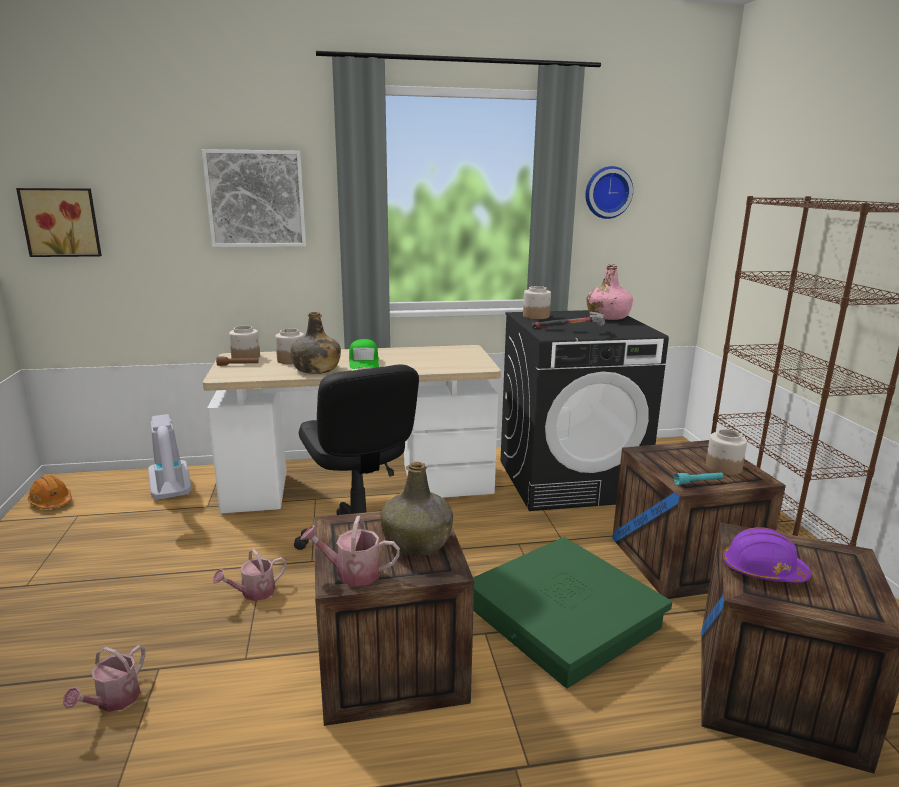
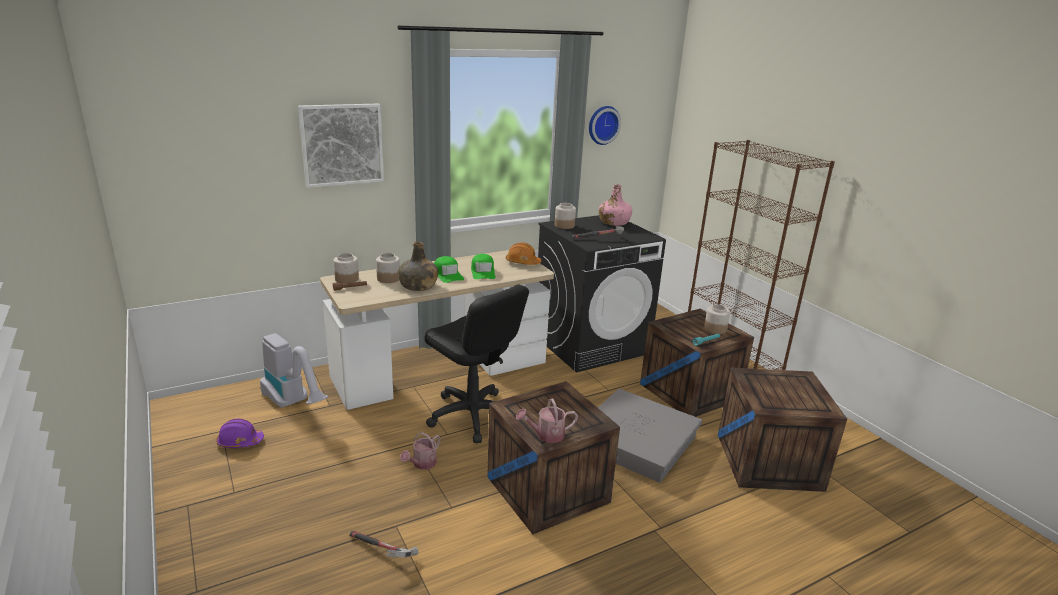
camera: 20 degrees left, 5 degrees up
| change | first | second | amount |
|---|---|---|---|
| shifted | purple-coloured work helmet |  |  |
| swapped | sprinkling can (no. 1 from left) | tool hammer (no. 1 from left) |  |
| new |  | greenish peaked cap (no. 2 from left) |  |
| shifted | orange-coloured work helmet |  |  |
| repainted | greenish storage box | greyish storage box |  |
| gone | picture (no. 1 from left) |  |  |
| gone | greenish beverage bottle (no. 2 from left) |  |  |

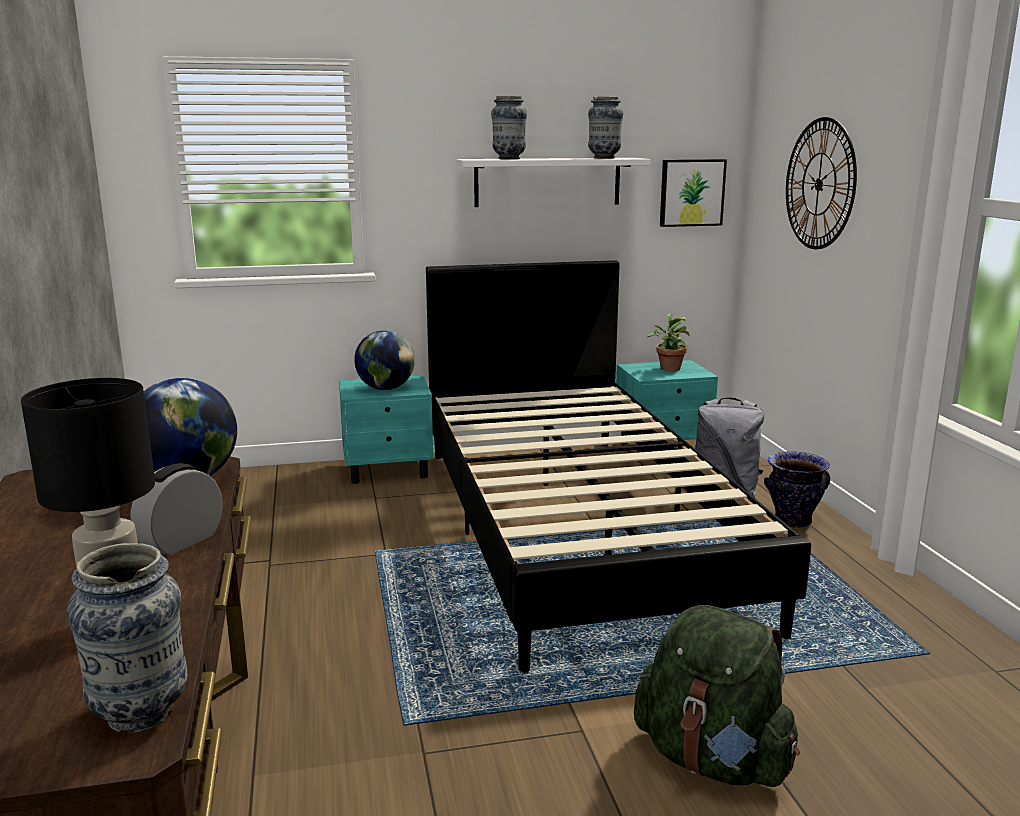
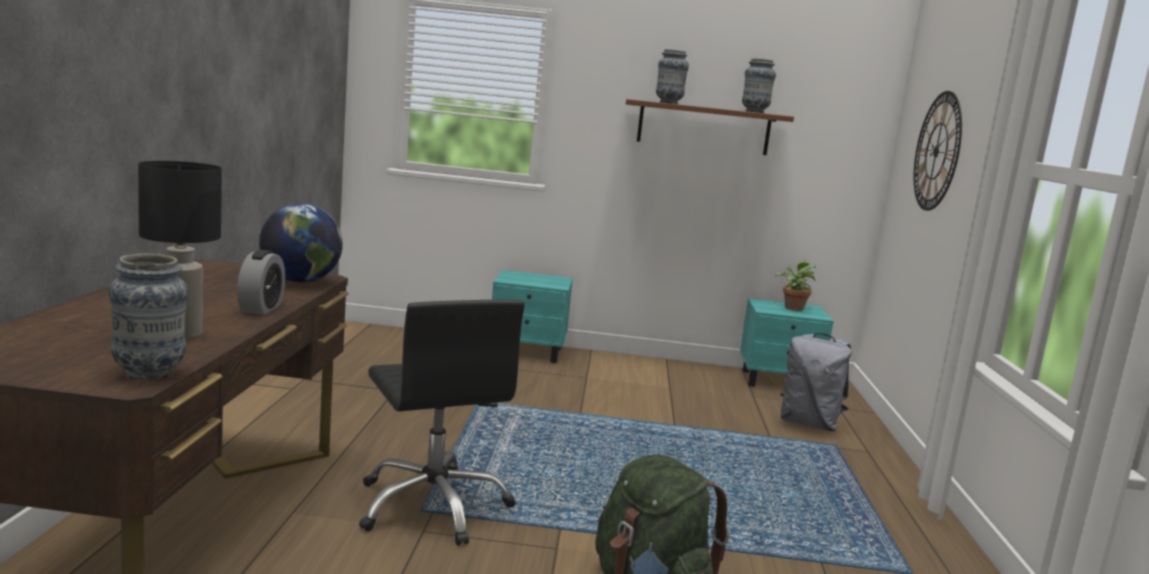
camera: 15 degrees right, 5 degrees down
| change | first | second | amount |
|---|---|---|---|
| rotated | table clock |  | 135 degrees clockwise |
| new |  | black computer chair |  |
| repainted | whitish bracket shelf | brownish bracket shelf |  |
| gone | desk globe (no. 2 from left) |  |  |
| gone | black bedroom bed |  |  |
| gone | picture |  |  |
| gone | vase (no. 4 from left) |  |  |

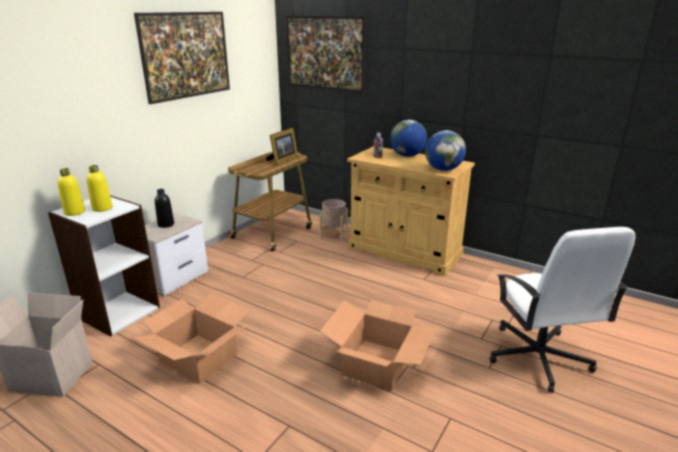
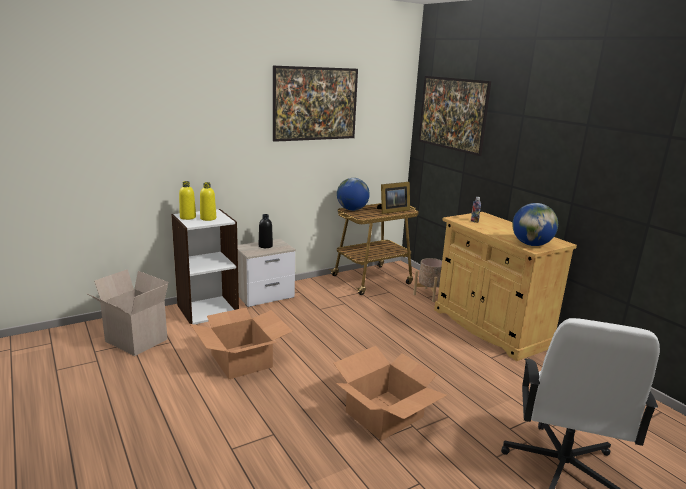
camera: 25 degrees right, 5 degrees down
| change | first | second | amount |
|---|---|---|---|
| shifted | desk globe (no. 1 from left) |  |  |

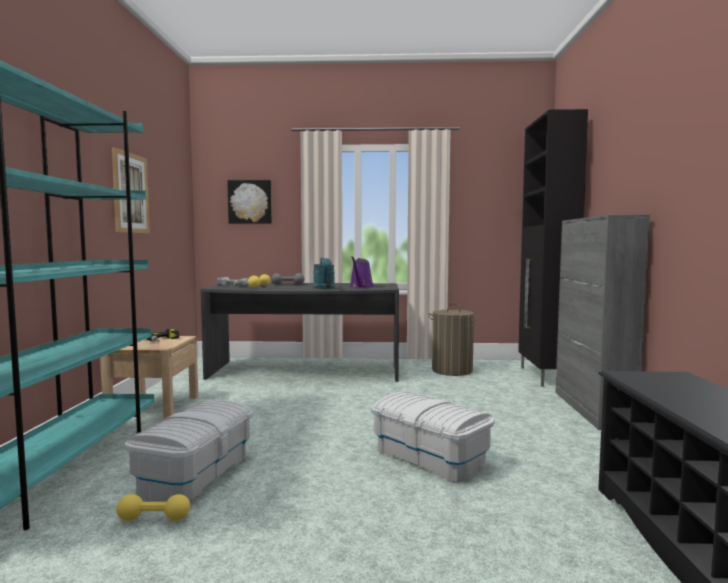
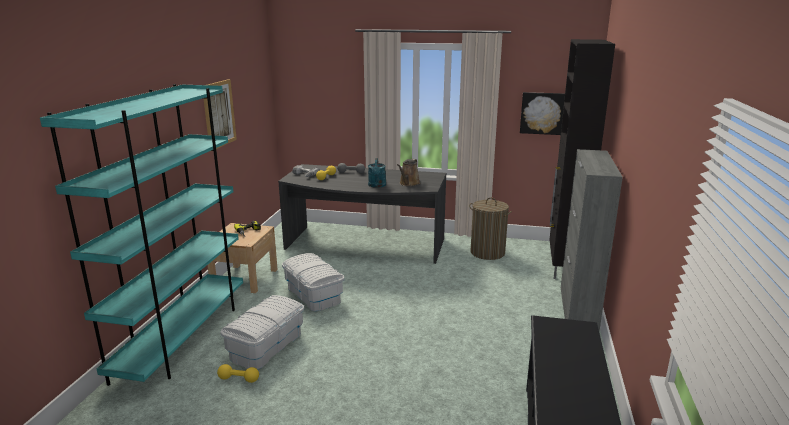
camera: 10 degrees right, 15 degrees up
| change | first | second | amount |
|---|---|---|---|
| shifted | whitish storage box (no. 2 from left) |  |  |
| repainted | purple-coloured sprinkling can | brownish sprinkling can |  |
| shifted | picture (no. 2 from left) |  |  |

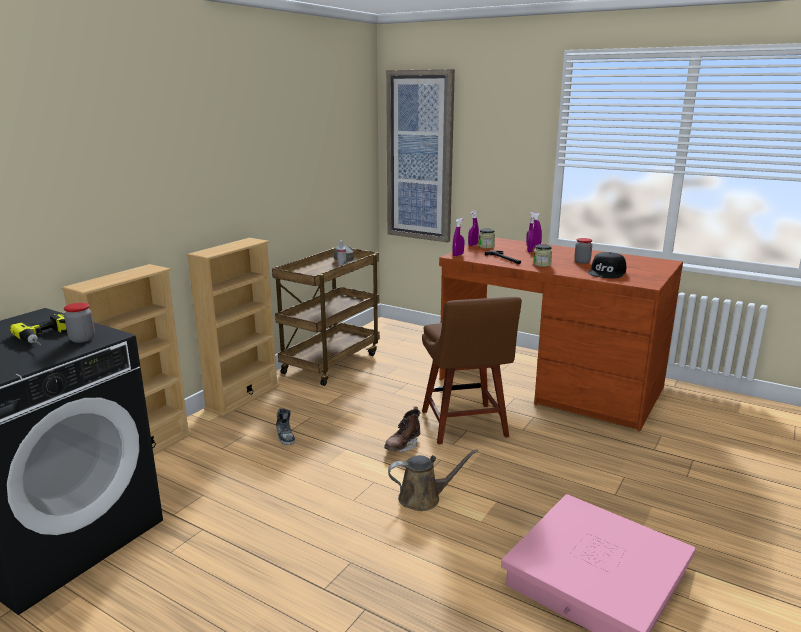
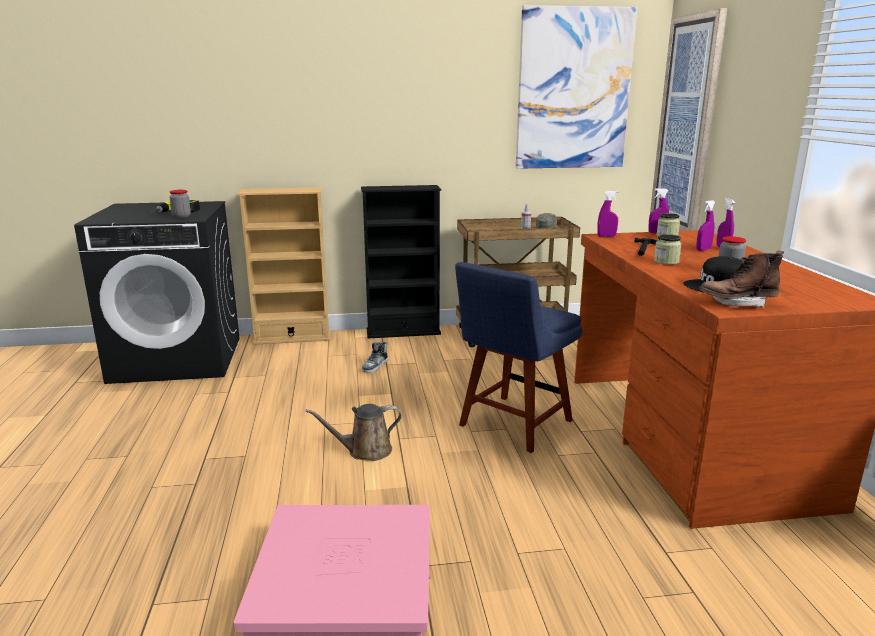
camera: 50 degrees right, 0 degrees up
| change | first | second | amount |
|---|---|---|---|
| rotated | brownish sprinkling can |  | 120 degrees clockwise |
| repainted | beige-coloured shelving unit (no. 2 from left) | black shelving unit |  |
| repainted | brownish plain chair | blue-coloured plain chair |  |
| new |  | picture (no. 1 from left) |  |
| shifted | brownish high-top boot |  |  |

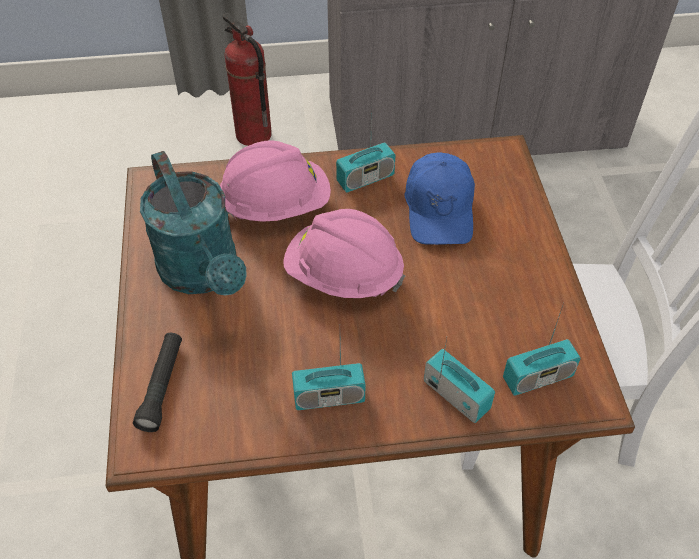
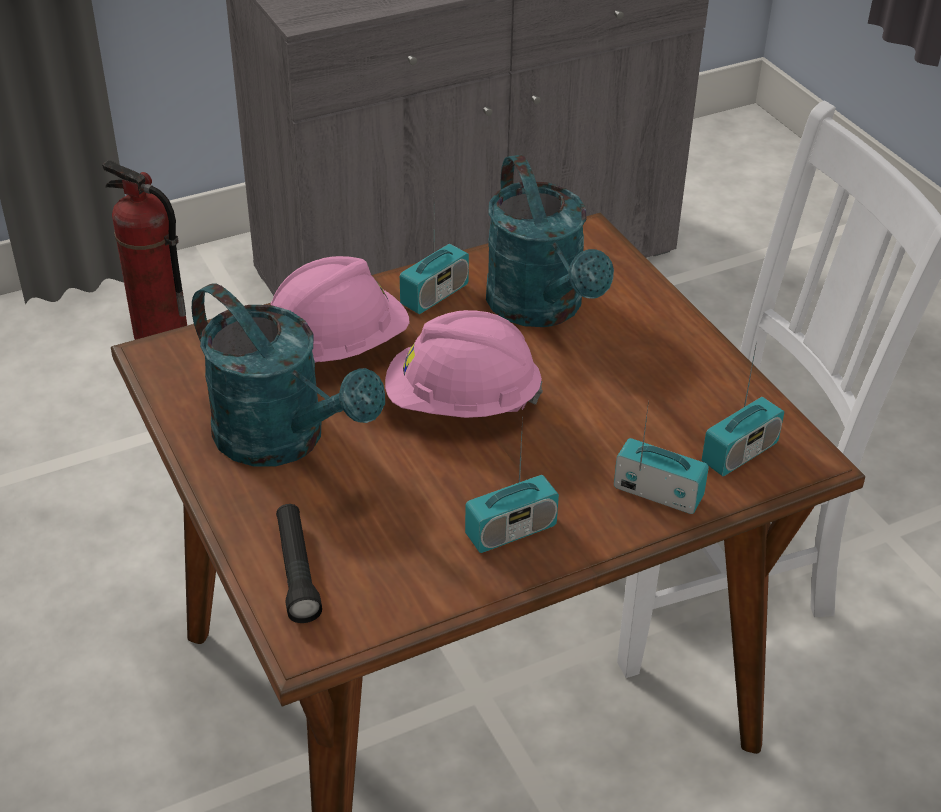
camera: 20 degrees left, 10 degrees down
| change | first | second | amount |
|---|---|---|---|
| swapped | blue-coloured peaked cap | blue-green sprinkling can (no. 2 from left) |  |

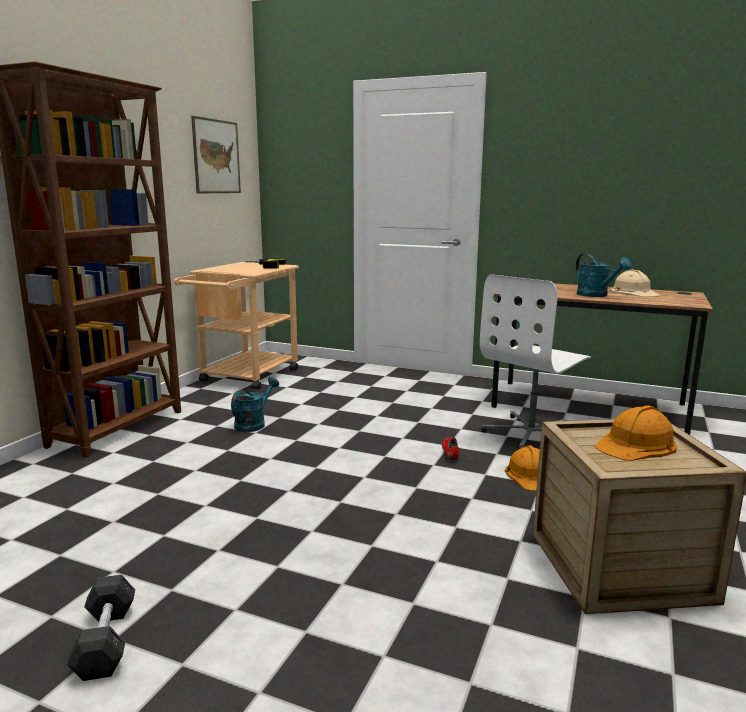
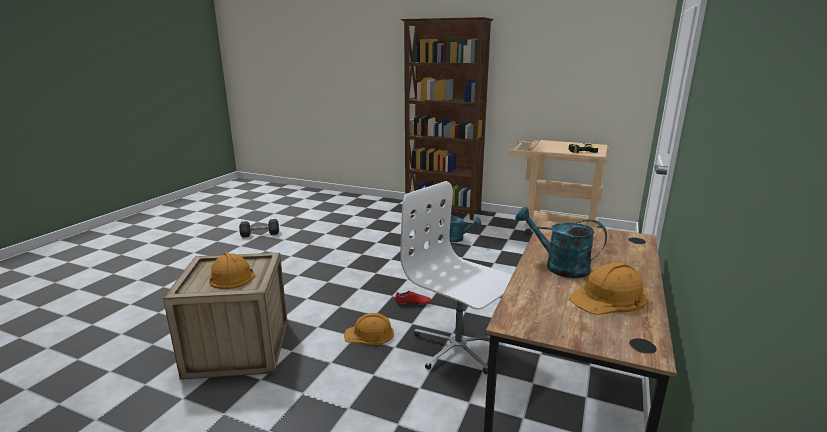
camera: 90 degrees right, 5 degrees up
| change | first | second | amount |
|---|---|---|---|
| rotated | blue-green sprinkling can (no. 2 from left) |  | 60 degrees clockwise |
| repainted | beige-coloured work helmet | orange-coloured work helmet (no. 3 from left) |  |
| gone | picture |  |  |

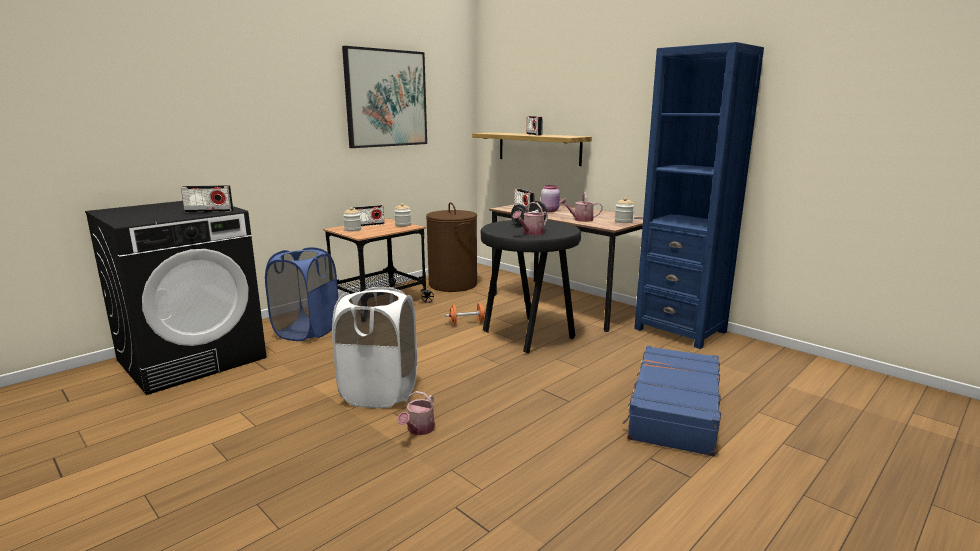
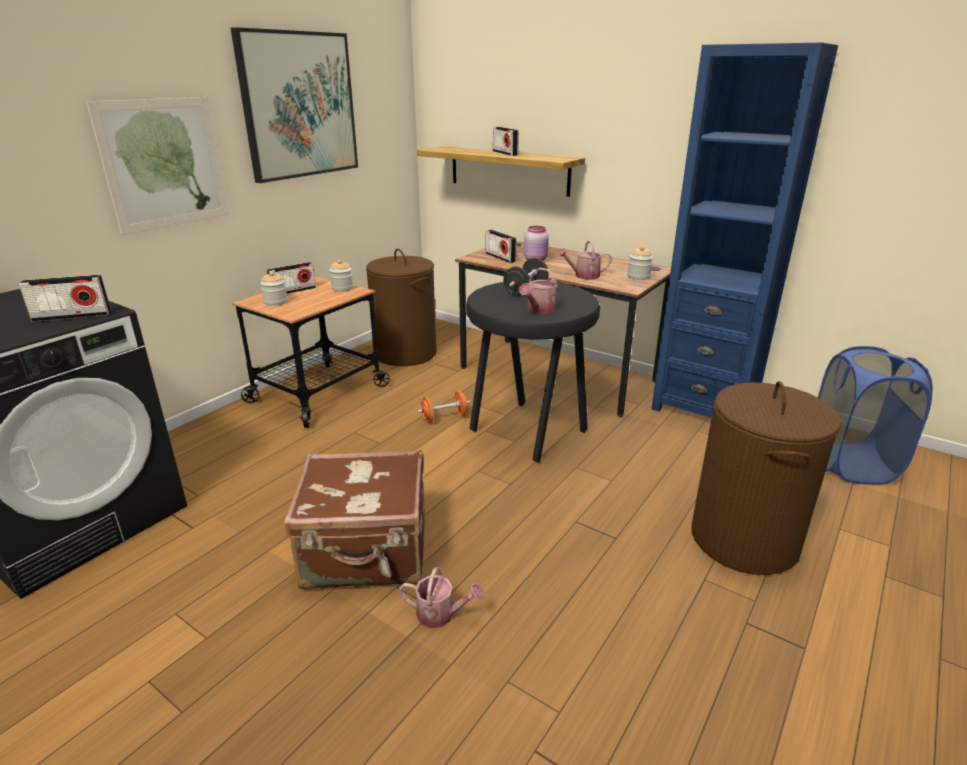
camera: 10 degrees left, 10 degrees up
| change | first | second | amount |
|---|---|---|---|
| new |  | picture (no. 1 from left) |  |
| swapped | whitish hamper | brownish suitcase |  |
| rotated | sprinkling can (no. 1 from left) |  | 90 degrees counterclockwise |
| swapped | blue-coloured suitcase | brownish hamper (no. 2 from left) |  |
| shifted | blue-coloured hamper |  |  |

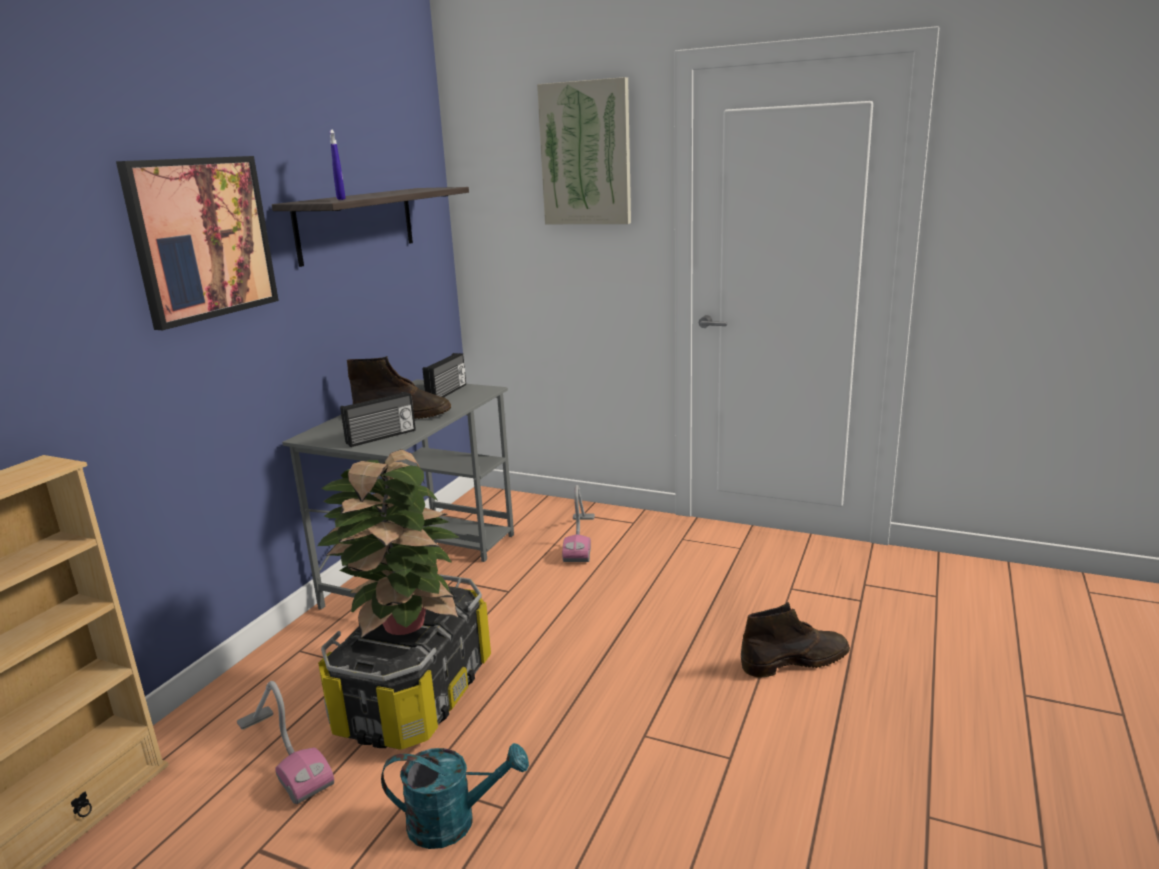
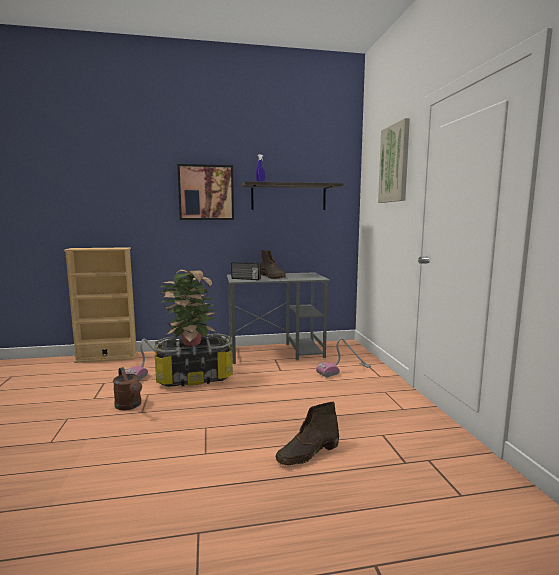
camera: 55 degrees right, 10 degrees down
| change | first | second | amount |
|---|---|---|---|
| repainted | blue-green sprinkling can | brownish sprinkling can |  |
| rotated | brownish high-top boot (no. 2 from left) |  | 105 degrees clockwise |
| gone | radio (no. 2 from left) |  |  |

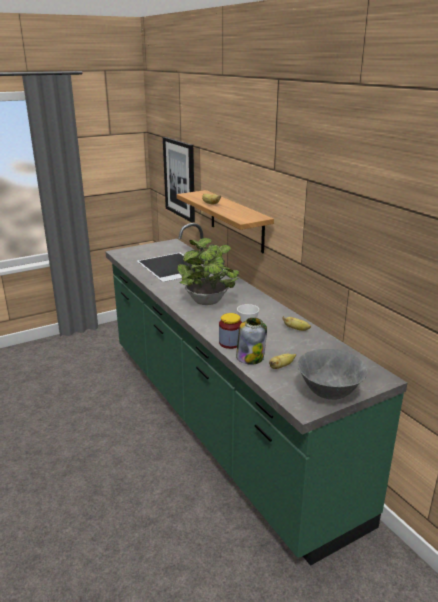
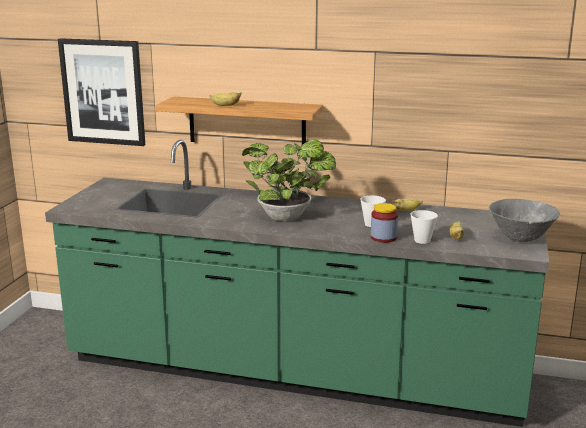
camera: 45 degrees left, 5 degrees down
| change | first | second | amount |
|---|---|---|---|
| swapped | storage jar (no. 2 from left) | cup (no. 2 from left) |  |

